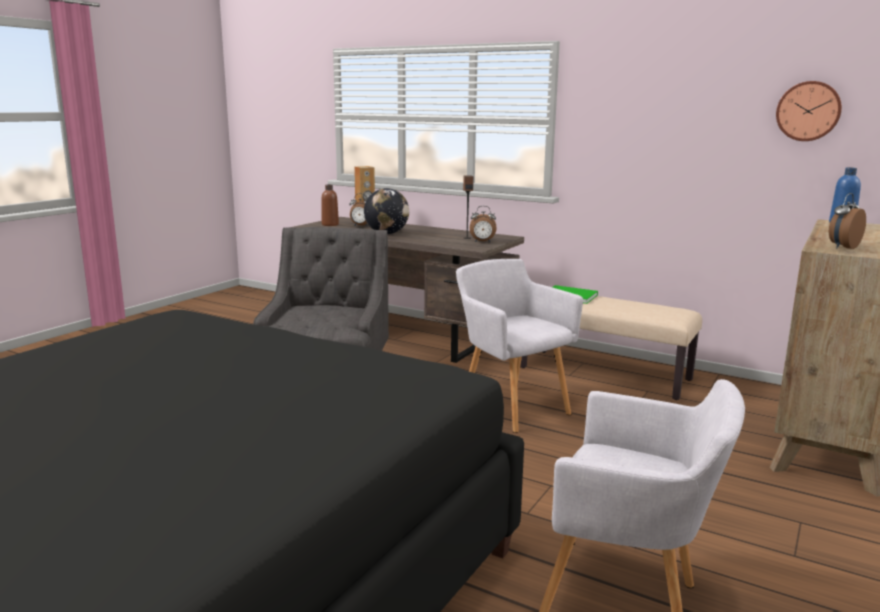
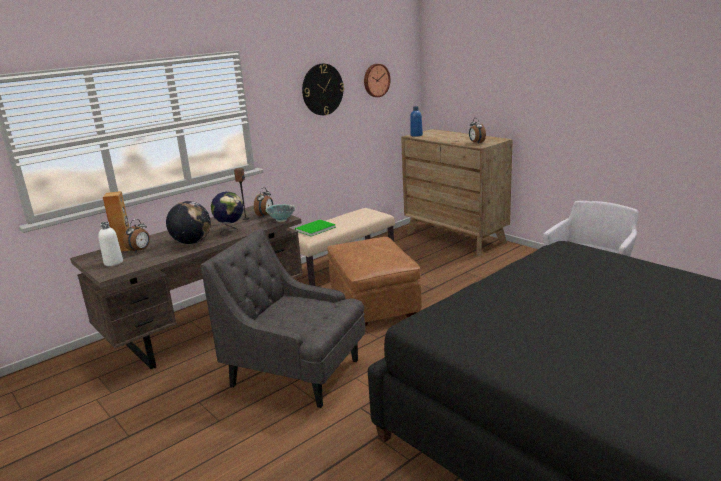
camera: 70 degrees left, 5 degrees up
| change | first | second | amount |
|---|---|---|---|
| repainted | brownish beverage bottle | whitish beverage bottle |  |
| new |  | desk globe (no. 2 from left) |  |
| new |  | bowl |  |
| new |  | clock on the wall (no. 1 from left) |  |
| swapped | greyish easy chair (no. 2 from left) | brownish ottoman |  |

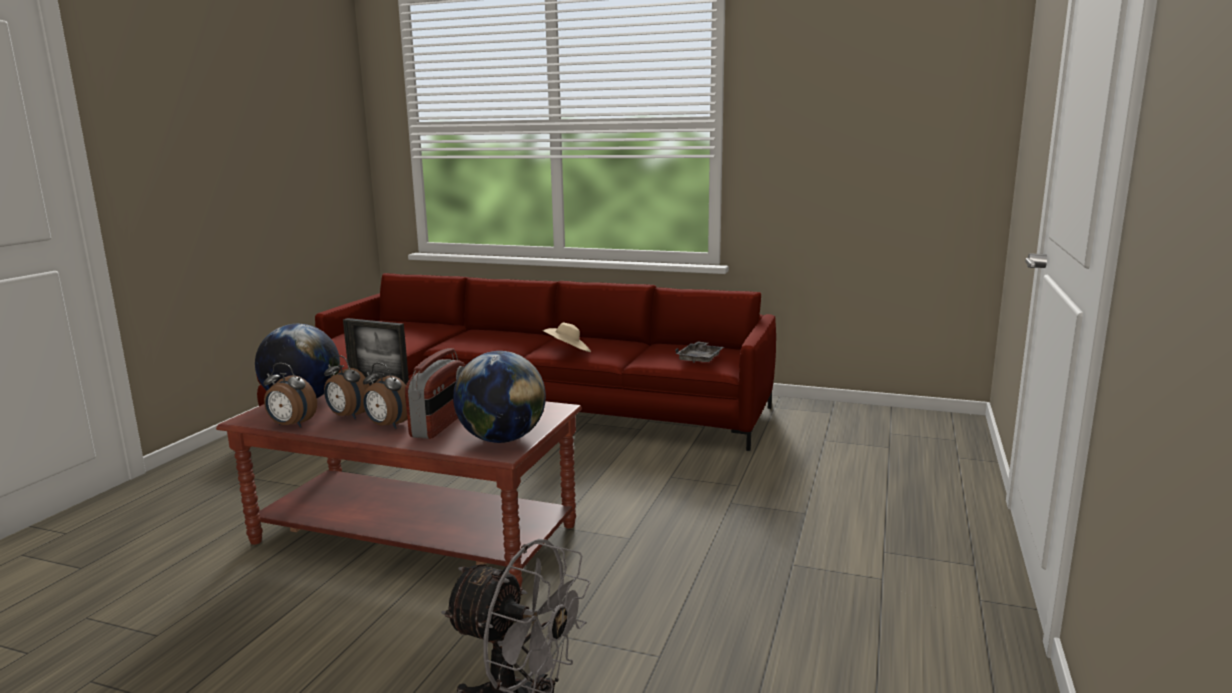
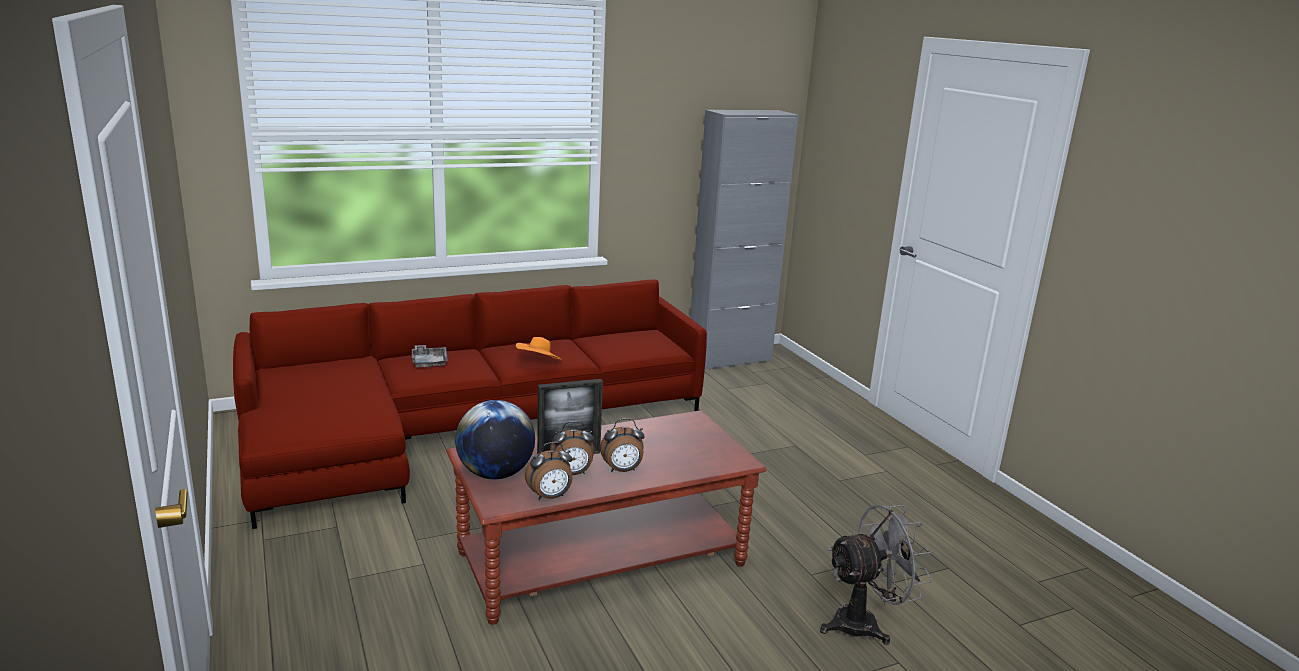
camera: 45 degrees left, 5 degrees up
| change | first | second | amount |
|---|---|---|---|
| shifted | greyish serving tray |  |  |
| repainted | beige-coloured hat | orange-coloured hat |  |
| new |  | greyish cabinet |  |
| gone | radio |  |  |
| gone | desk globe (no. 2 from left) |  |  |

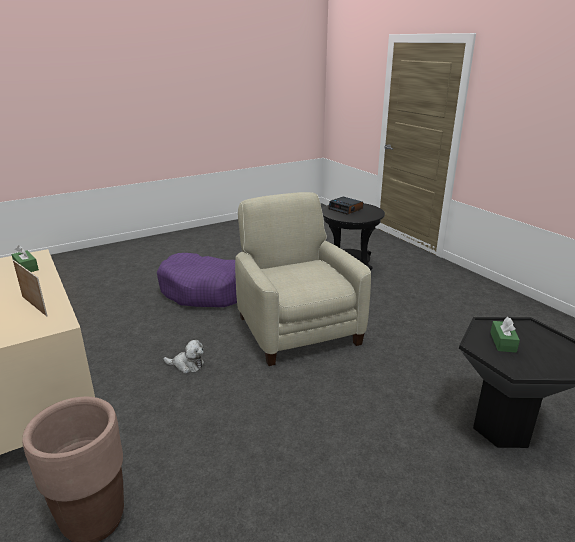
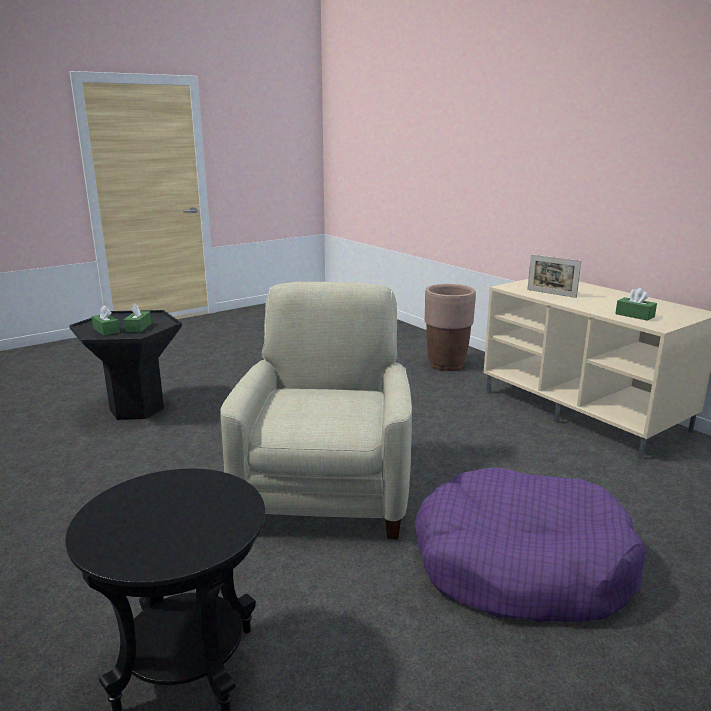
camera: 175 degrees right, 5 degrees down
| change | first | second | amount |
|---|---|---|---|
| new |  | greenish box of tissues (no. 1 from left) |  |
| rotated | beige-coloured easy chair |  | 150 degrees counterclockwise |
| gone | soft toy |  |  |
| gone | table clock |  |  |

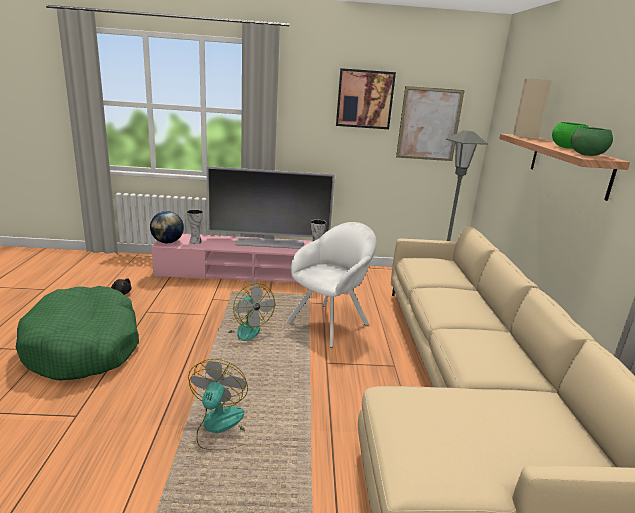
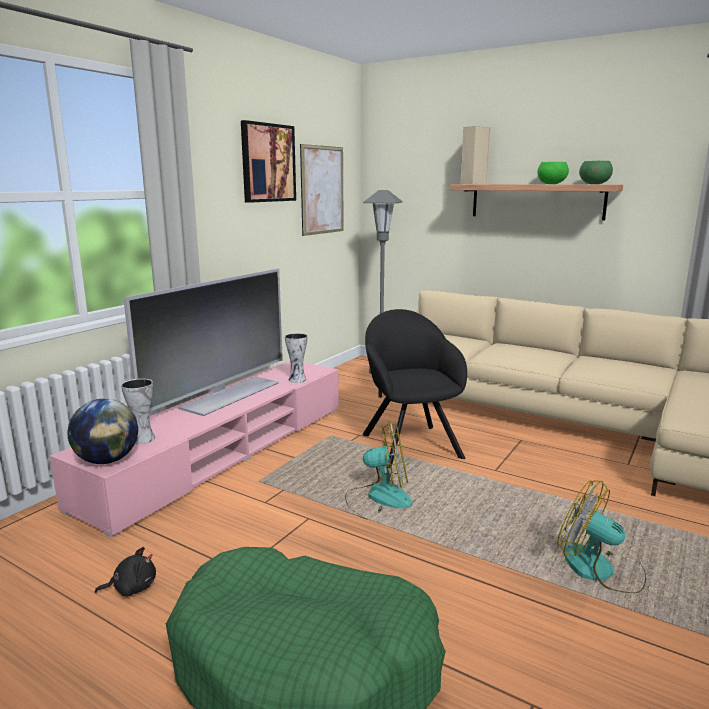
camera: 55 degrees left, 5 degrees down
| change | first | second | amount |
|---|---|---|---|
| repainted | whitish easy chair | black easy chair |  |

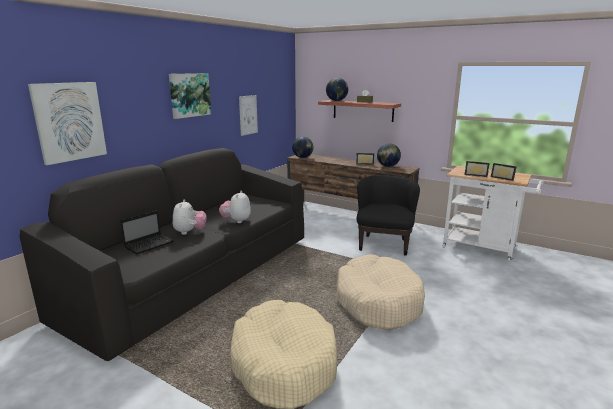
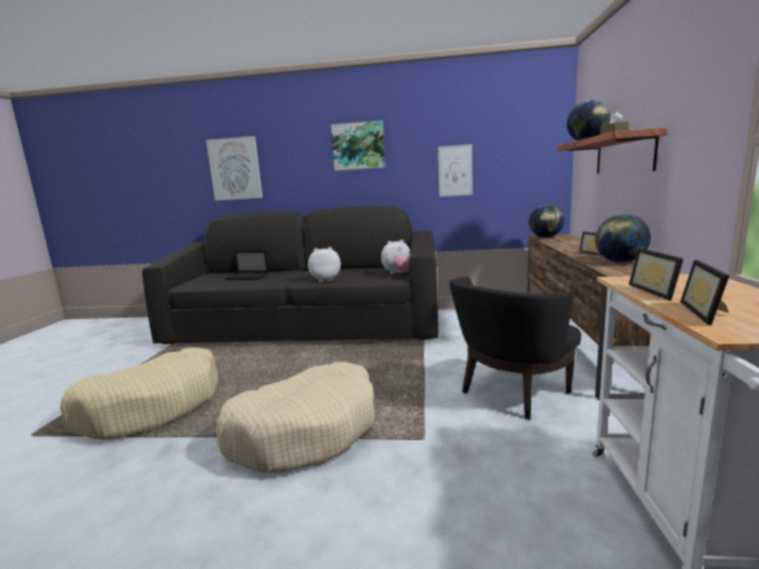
camera: 65 degrees right, 5 degrees down
| change | first | second | amount |
|---|---|---|---|
| shifted | soft toy (no. 1 from left in the first image) | soft toy (no. 2 from left) |  |
| rotated | black easy chair |  | 150 degrees clockwise |

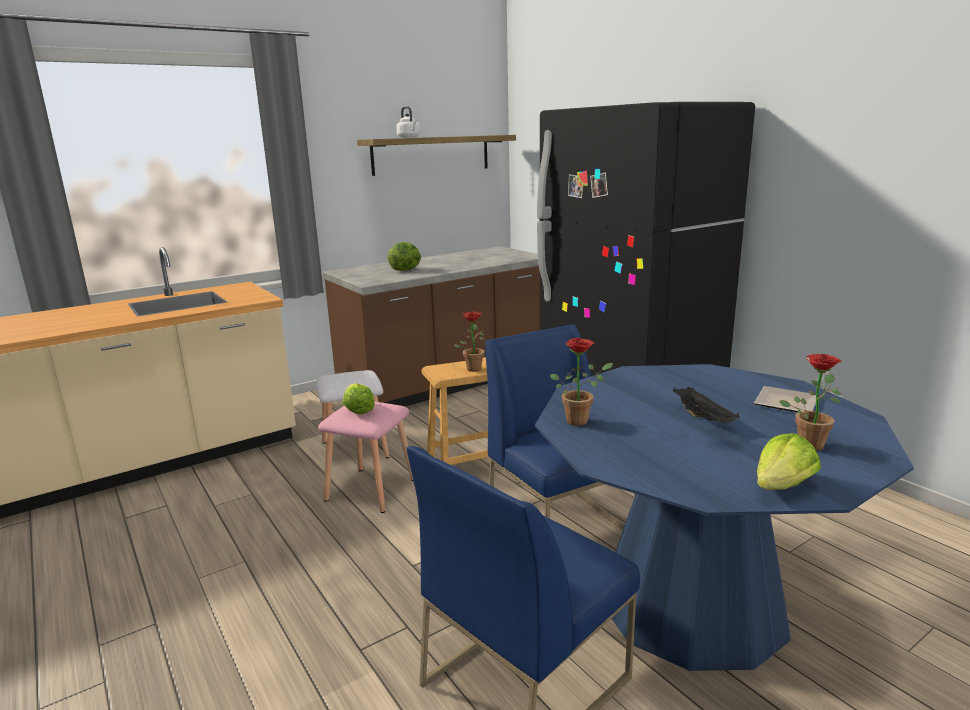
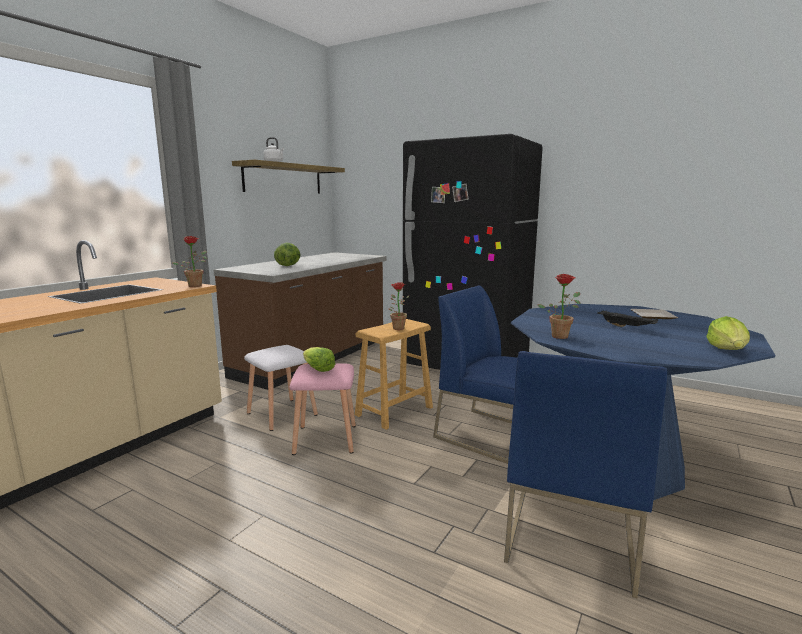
camera: 25 degrees left, 5 degrees down
| change | first | second | amount |
|---|---|---|---|
| shifted | houseplant (no. 3 from left in the first image) | houseplant (no. 1 from left) |  |

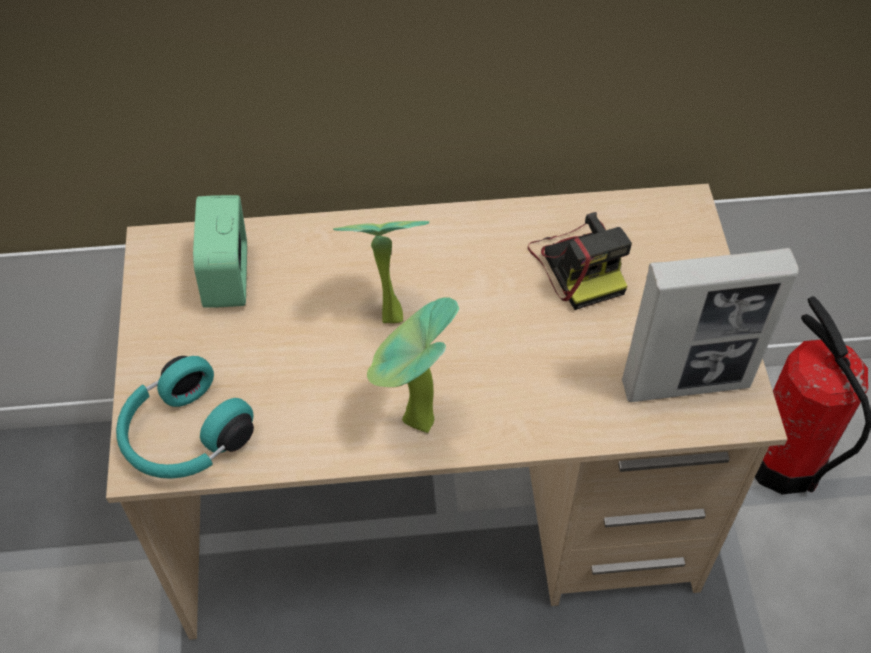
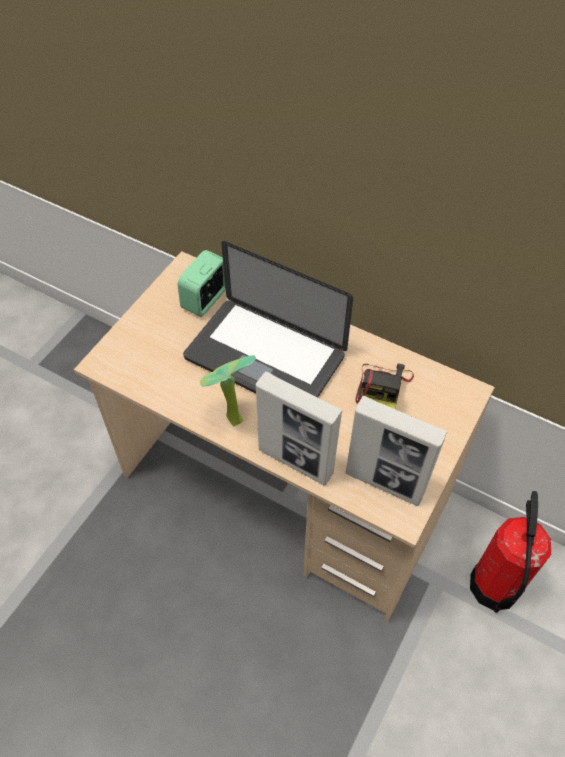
camera: 35 degrees right, 0 degrees up
| change | first | second | amount |
|---|---|---|---|
| swapped | houseplant (no. 1 from left) | laptop |  |
| new |  | standing frame (no. 1 from left) |  |
| gone | blue-green pair of headphones |  |  |

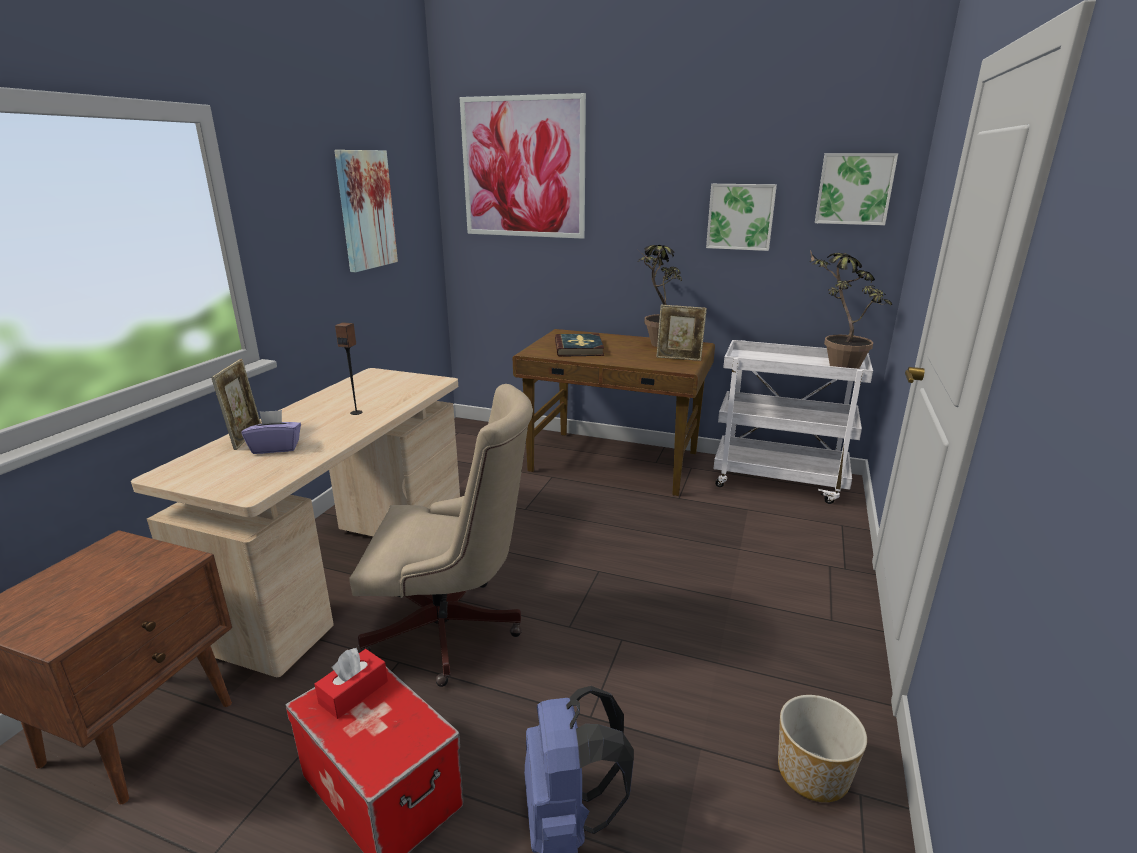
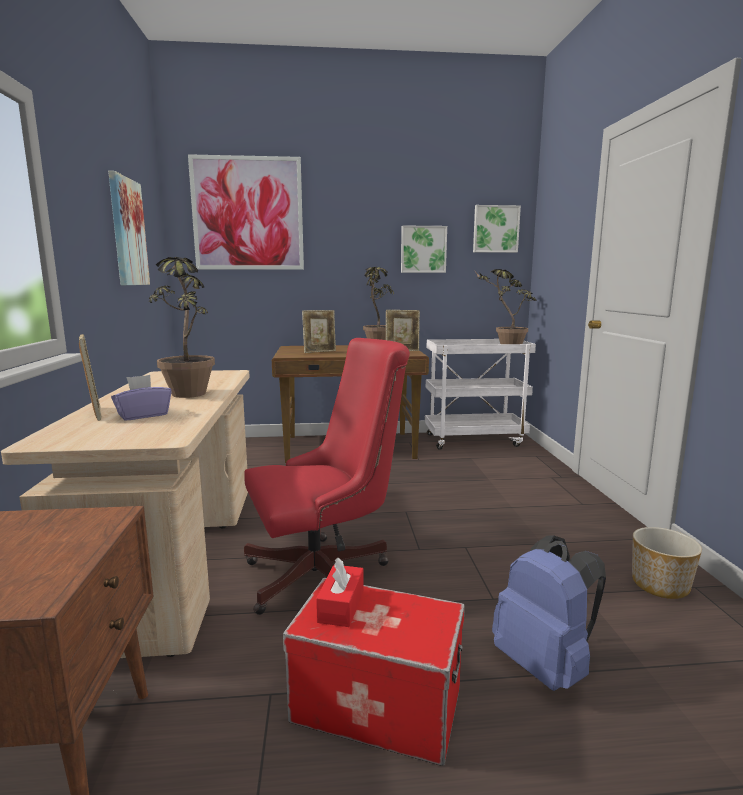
camera: 25 degrees left, 10 degrees down
| change | first | second | amount |
|---|---|---|---|
| swapped | loudspeaker | houseplant (no. 1 from left) |  |
| repainted | beige-coloured computer chair | red-coloured computer chair |  |
| swapped | book | standing frame (no. 2 from left) |  |

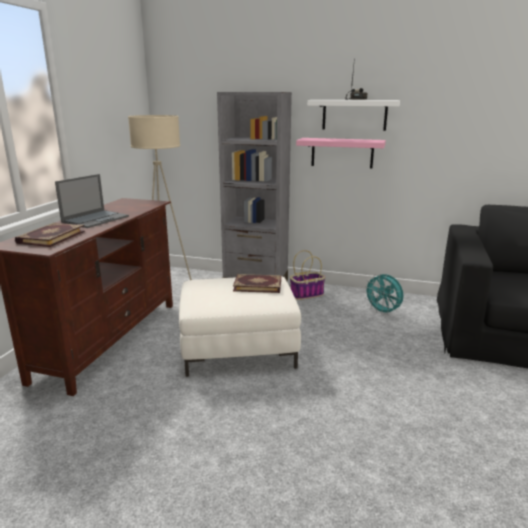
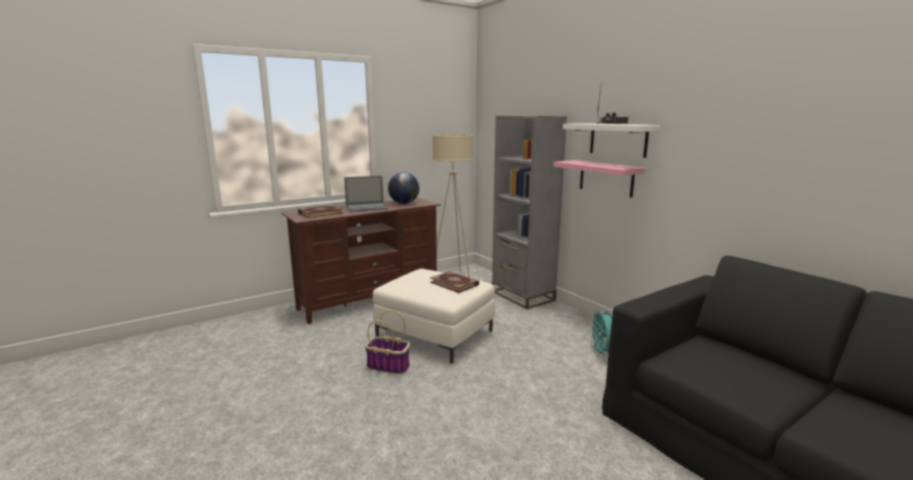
camera: 40 degrees right, 5 degrees down
| change | first | second | amount |
|---|---|---|---|
| shifted | storage basket |  |  |
| new |  | desk globe |  |

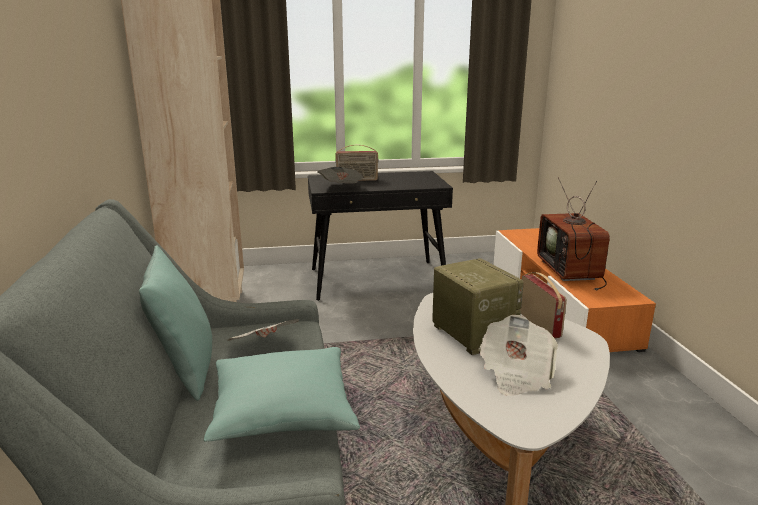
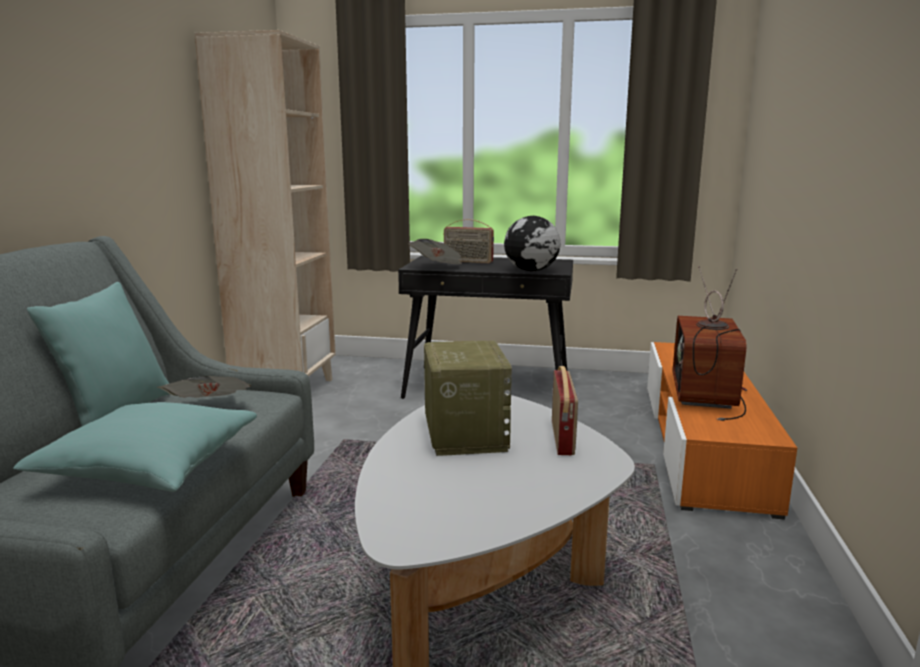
camera: 20 degrees right, 5 degrees down
| change | first | second | amount |
|---|---|---|---|
| new |  | desk globe |  |
| gone | printed paper (no. 3 from left) |  |  |

